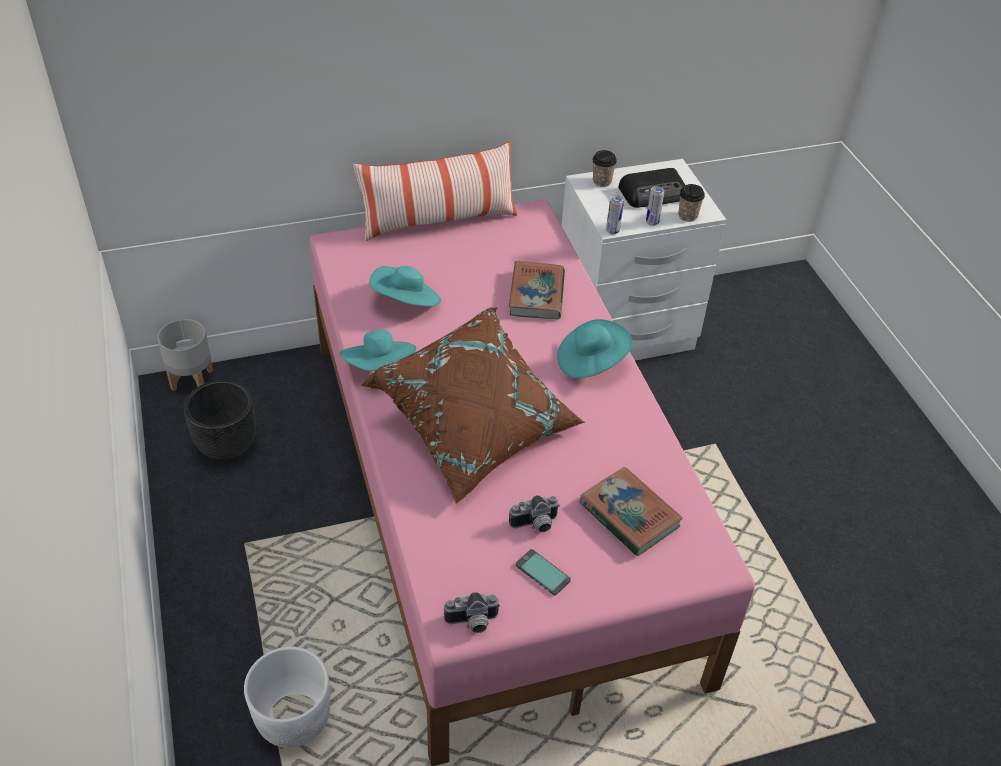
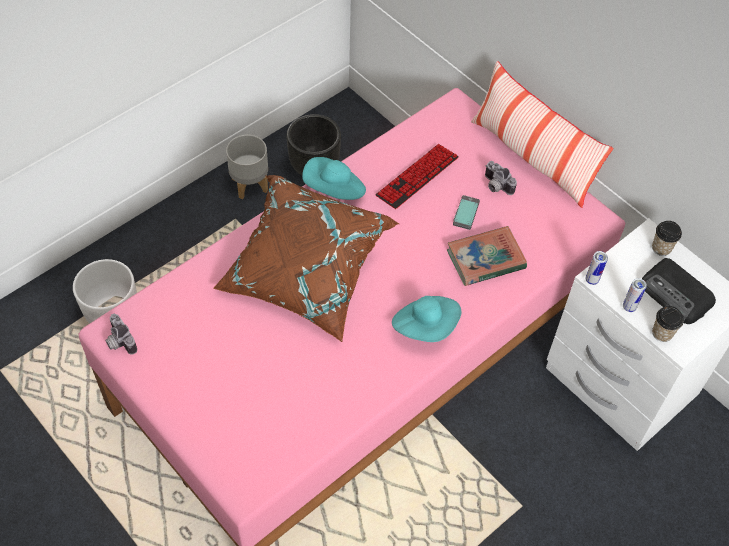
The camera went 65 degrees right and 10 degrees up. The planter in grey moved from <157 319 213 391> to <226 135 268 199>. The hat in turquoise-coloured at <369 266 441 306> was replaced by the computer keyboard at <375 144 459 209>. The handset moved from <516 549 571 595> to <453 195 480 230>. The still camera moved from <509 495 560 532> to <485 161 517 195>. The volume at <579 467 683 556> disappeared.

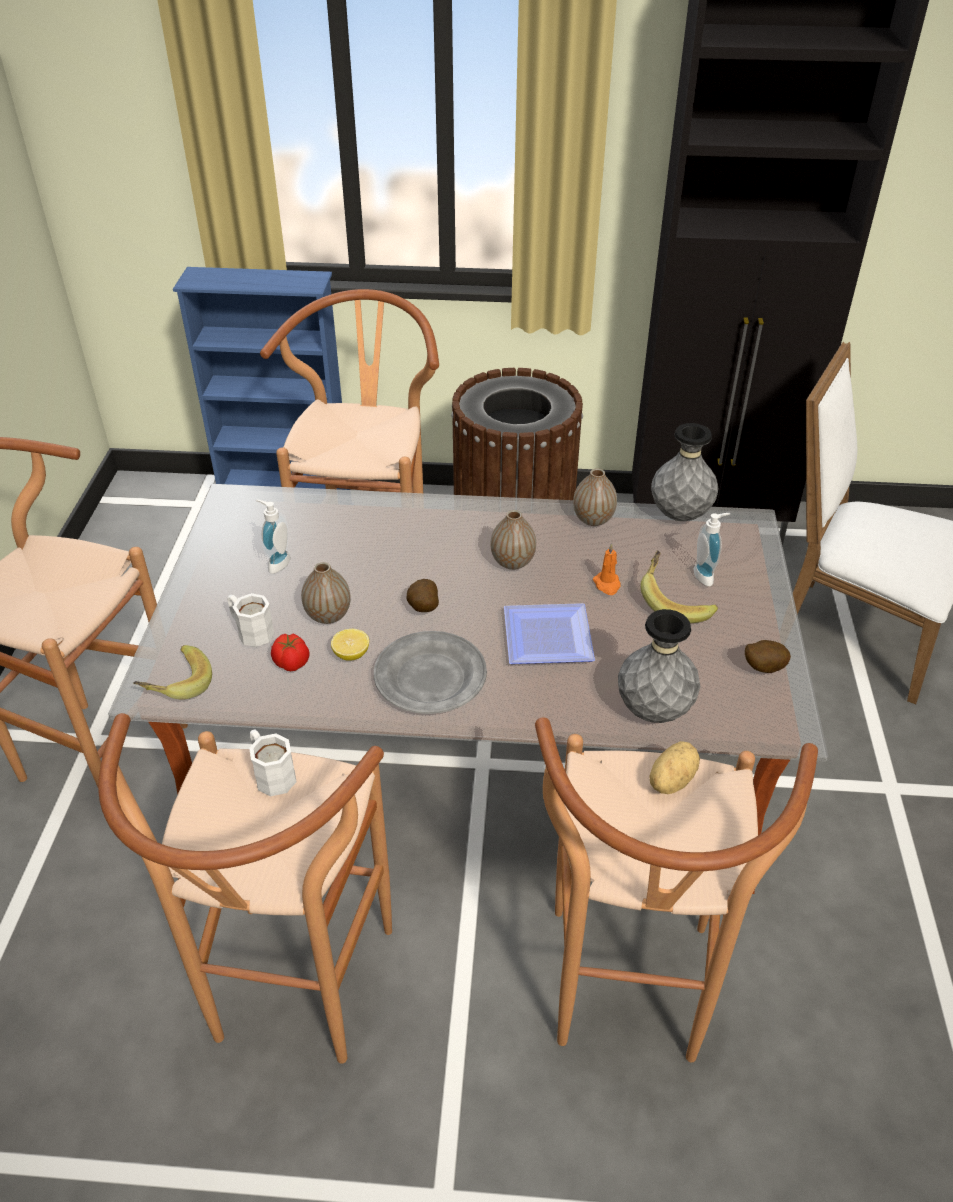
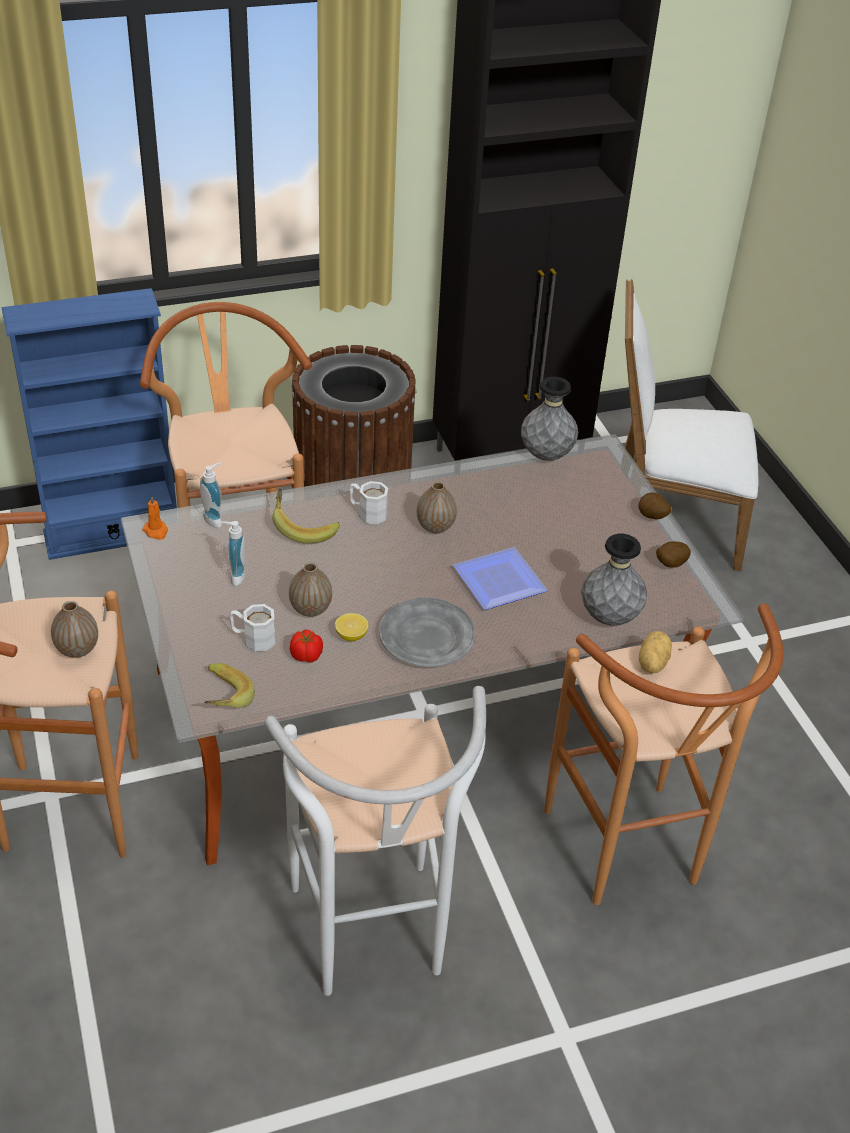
The camera went 25 degrees left and 0 degrees up. The flower vase moved from <573 468 617 526> to <51 601 98 658>. The wax light in orangey moved from <593 543 621 595> to <142 495 168 540>. The soap dispenser moved from <694 513 730 586> to <200 462 222 528>. The sitting stool in brown at <98 713 392 1064> became the sitting stool in whitish at <264 686 486 996>. The whole banana moved from <640 551 718 623> to <272 488 340 544>. The coffee mug in whitish moved from <249 729 297 796> to <350 481 388 524>. The whole potato moved from <407 579 439 612> to <638 493 671 520>.

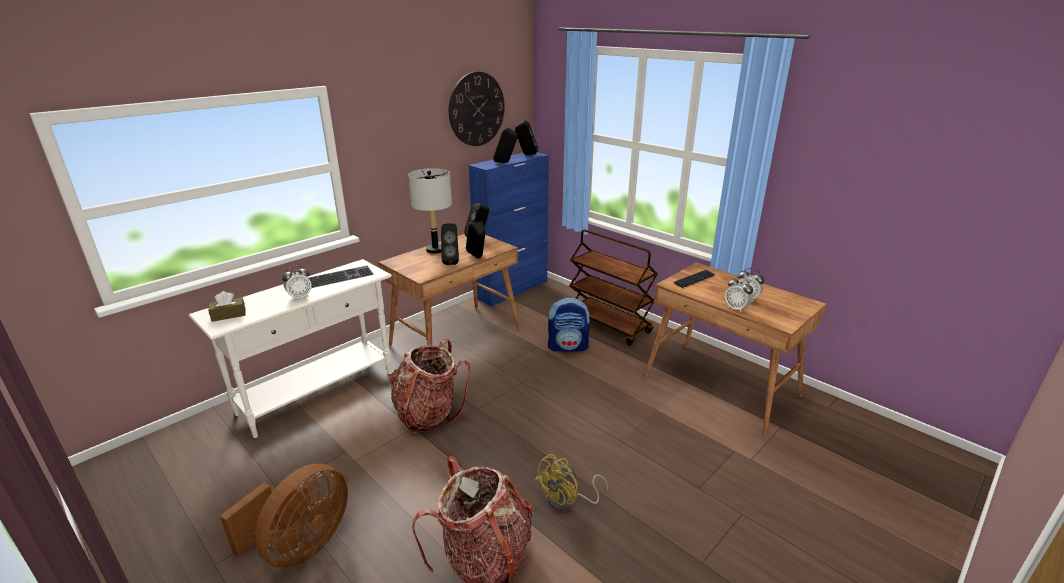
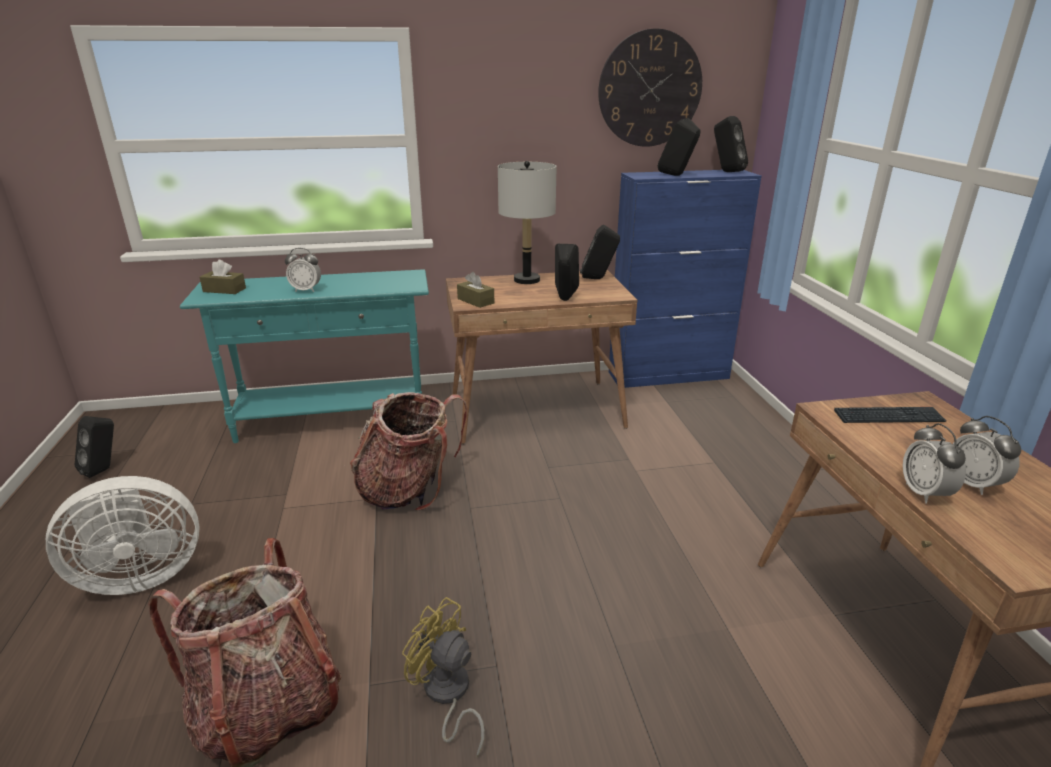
The camera went 35 degrees right and 0 degrees up. The fan in brown at <220 464 348 569> became the fan in whitish at <46 476 200 595>. The speaker in black moved from <441 223 459 265> to <75 416 114 478>. The hall table in whitish at <189 259 392 438> became the hall table in turquoise-coloured at <180 269 429 443>. The fan in yellow-coloured at <535 454 608 511> turned 45 degrees clockwise. The box of tissues in brown at <457 272 494 308> appeared. The computer keyboard at <309 266 374 288> disappeared. The rucksack at <548 297 590 352> disappeared. The wheeled cart in brown at <569 230 658 346> disappeared.

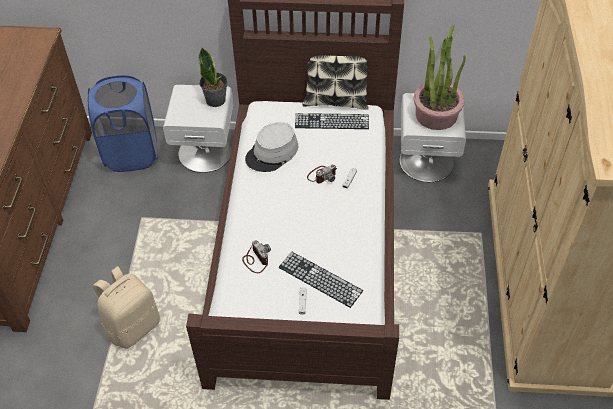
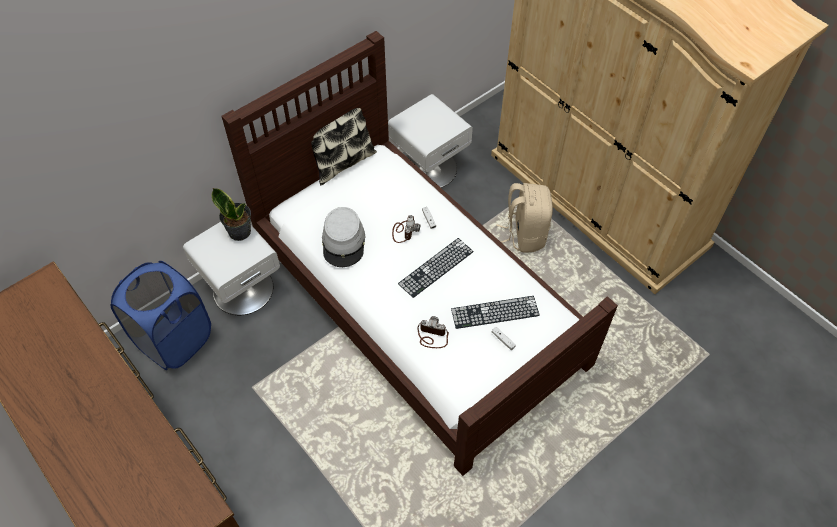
The camera went 45 degrees left and 5 degrees up. The computer keyboard moved from <295 113 369 129> to <398 238 474 298>. The rucksack in beige-coloured moved from <93 266 160 349> to <496 183 553 253>. The potted plant at <414 25 466 130> disappeared.

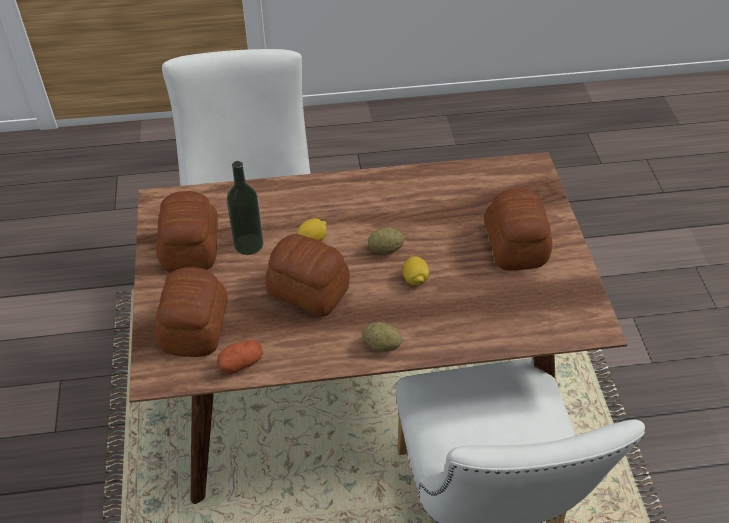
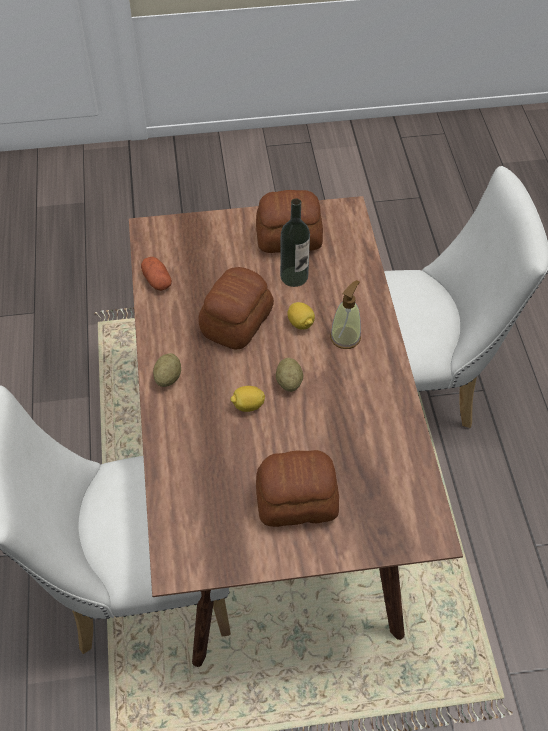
The camera went 90 degrees right and 5 degrees up. The soap dispenser at <330 280 361 349> appeared. The baked bread at <154 267 228 357> disappeared.

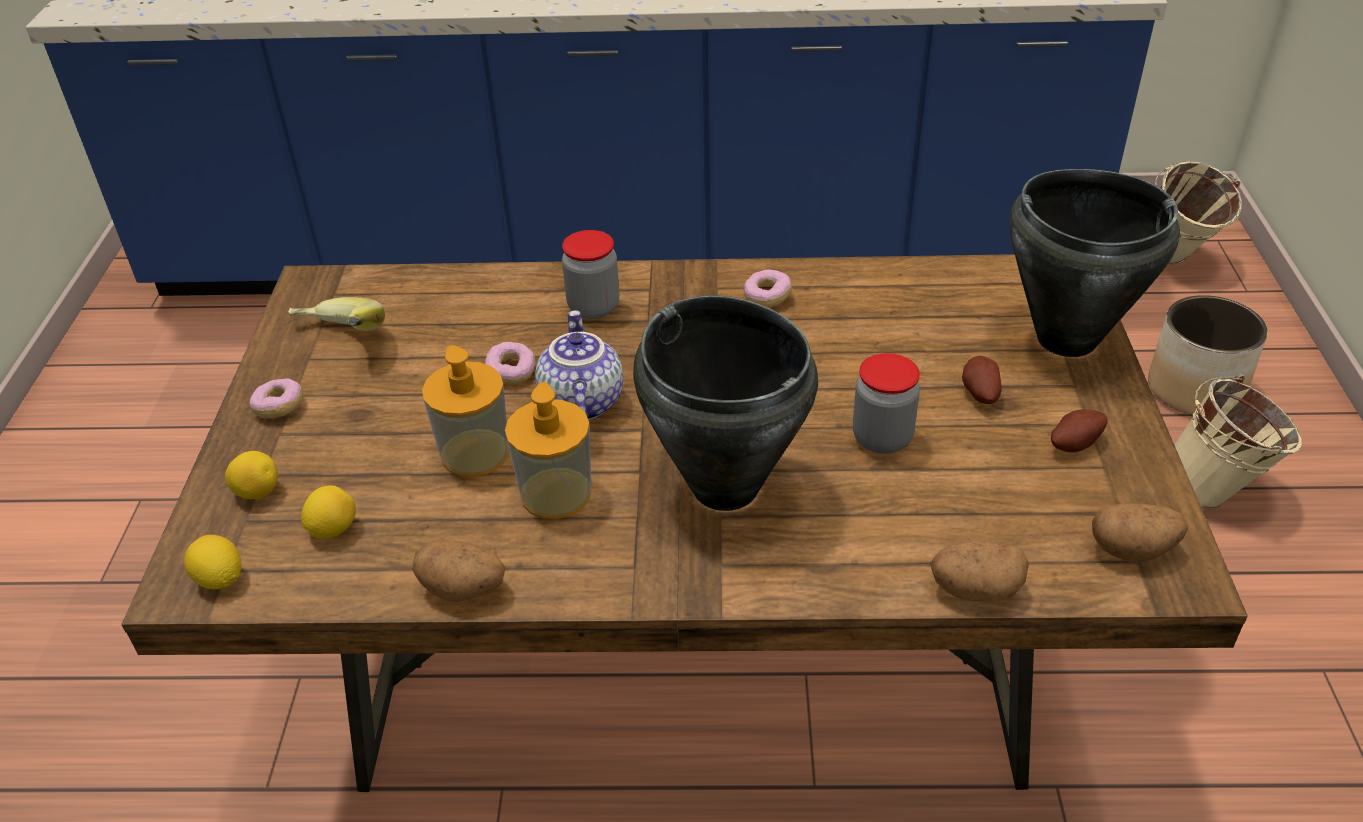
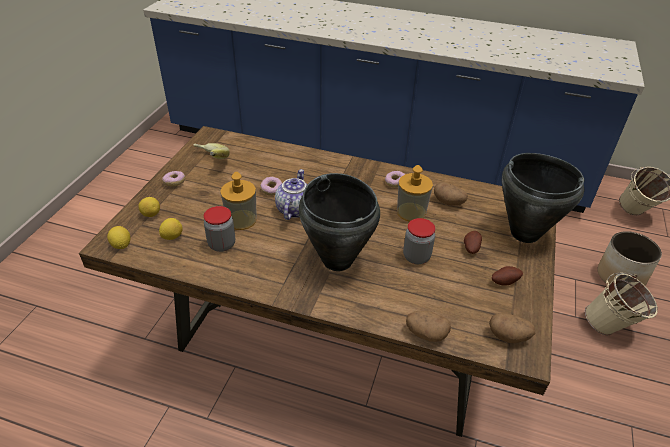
The camera went 15 degrees right and 0 degrees up. The storage jar moved from <562 230 620 319> to <204 206 235 252>. The soap dispenser moved from <505 382 592 519> to <397 165 433 222>. The whole potato moved from <412 540 506 602> to <434 182 468 205>.

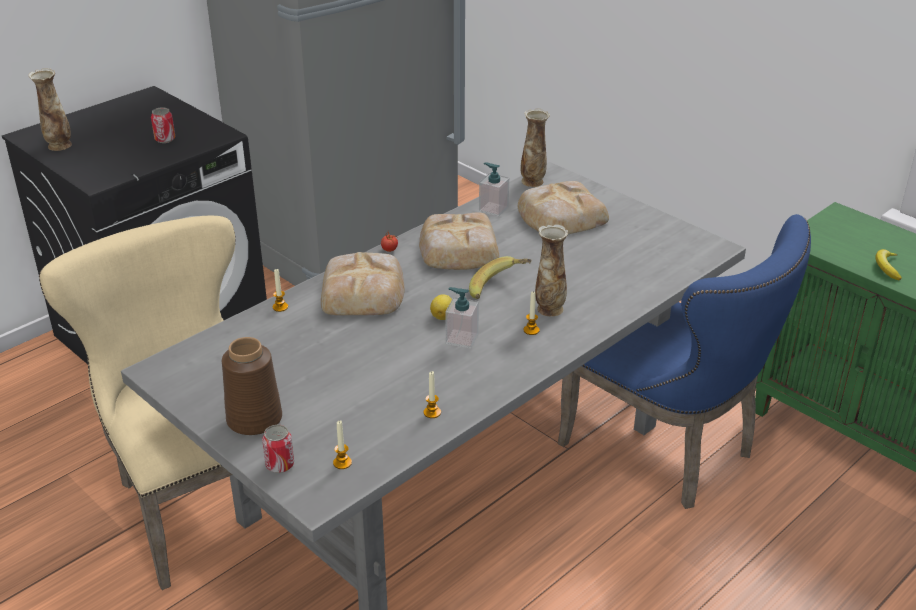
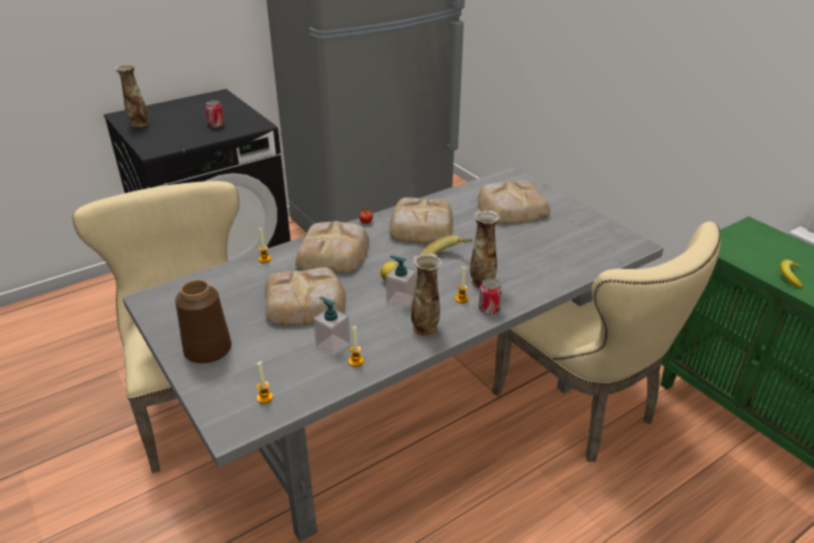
The camera went 10 degrees right and 0 degrees up. The baked bread at <265 267 346 325> appeared. The soap dispenser moved from <479 162 509 217> to <313 297 350 356>. The flower vase moved from <520 108 550 187> to <411 253 442 336>. The sealed can moved from <262 425 294 473> to <479 278 502 315>. The upright chair in blue-coloured at <558 214 811 509> became the upright chair in beige-coloured at <492 221 721 462>.

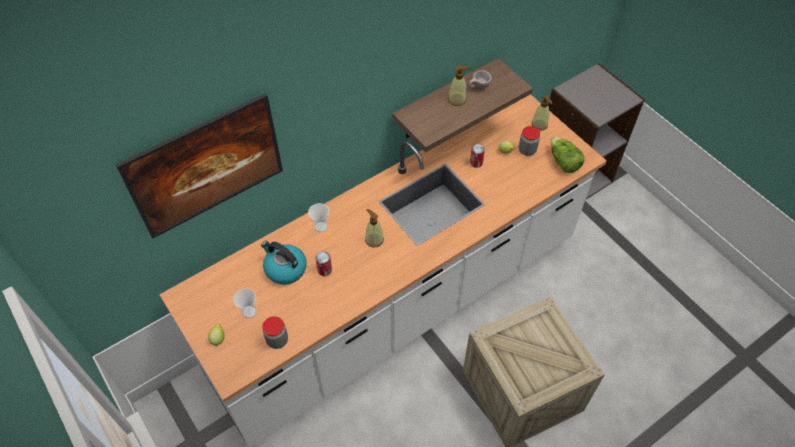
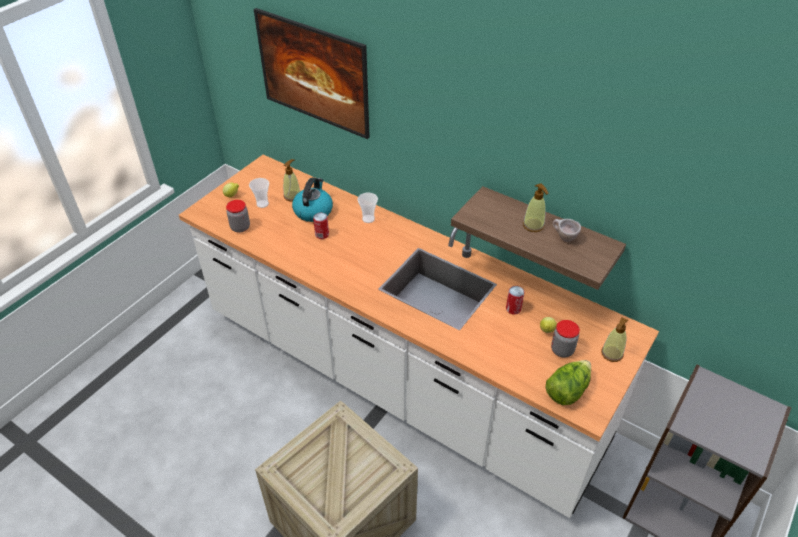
The camera went 70 degrees right and 10 degrees down. The soap dispenser moved from <365 209 384 248> to <283 159 300 201>.

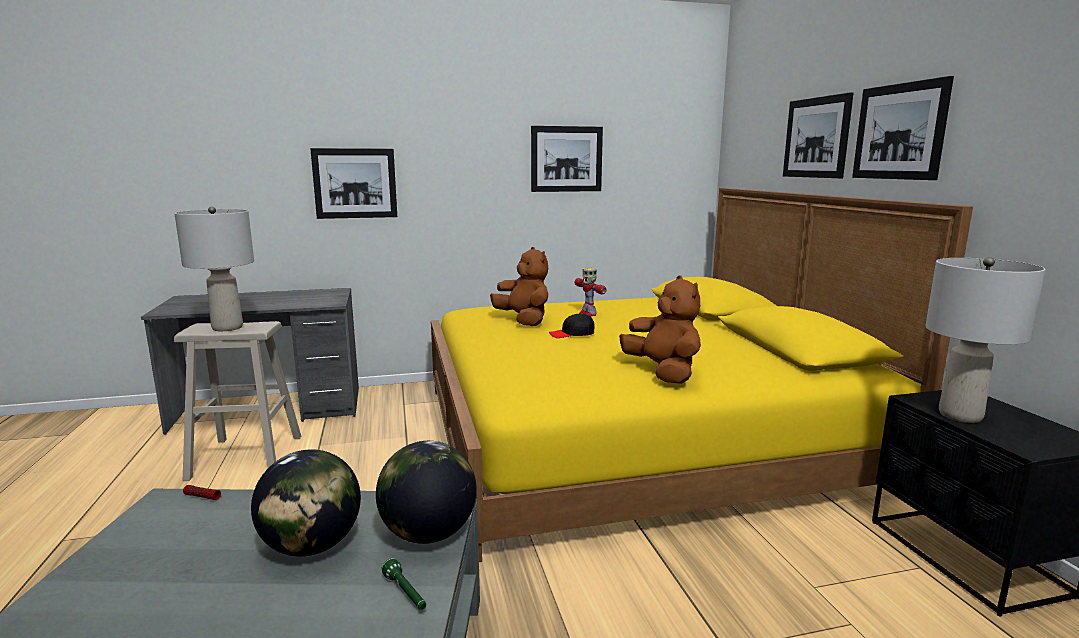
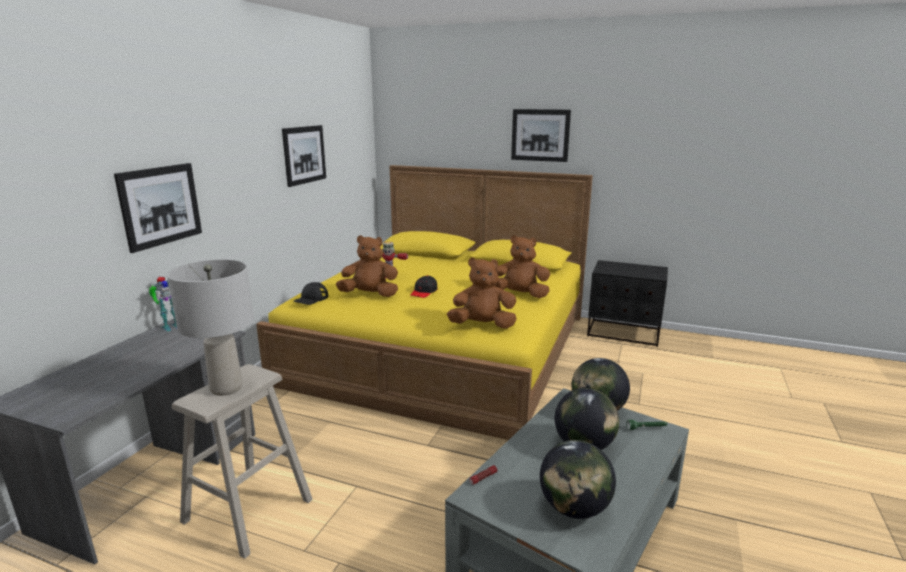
The camera went 55 degrees left and 5 degrees up. The toy robot at <149 277 177 331> appeared. The peaked cap in black at <294 282 328 305> appeared. The cuddly toy in brown at <447 257 517 329> appeared. The globe at <540 440 616 519> appeared. The picture at <783 92 853 178> disappeared. The table lamp in grey at <925 257 1046 423> disappeared.

